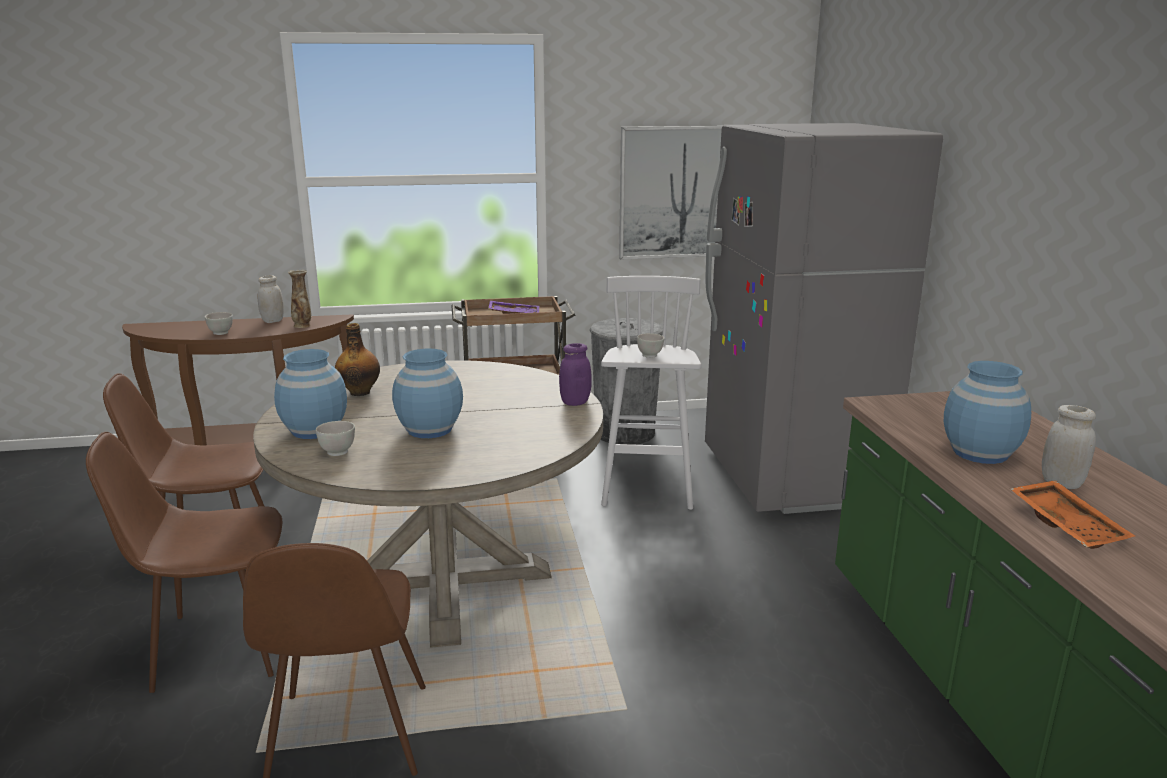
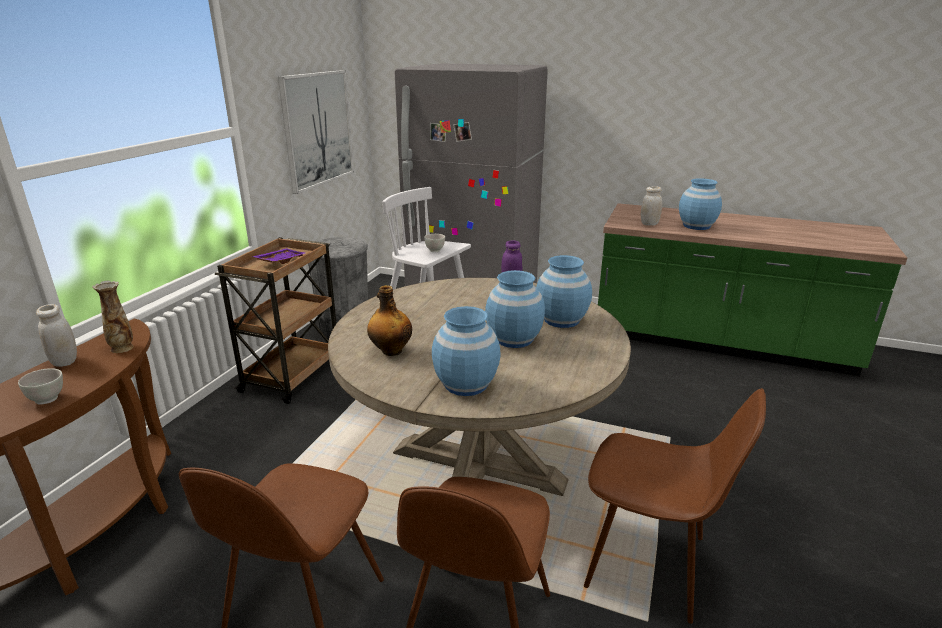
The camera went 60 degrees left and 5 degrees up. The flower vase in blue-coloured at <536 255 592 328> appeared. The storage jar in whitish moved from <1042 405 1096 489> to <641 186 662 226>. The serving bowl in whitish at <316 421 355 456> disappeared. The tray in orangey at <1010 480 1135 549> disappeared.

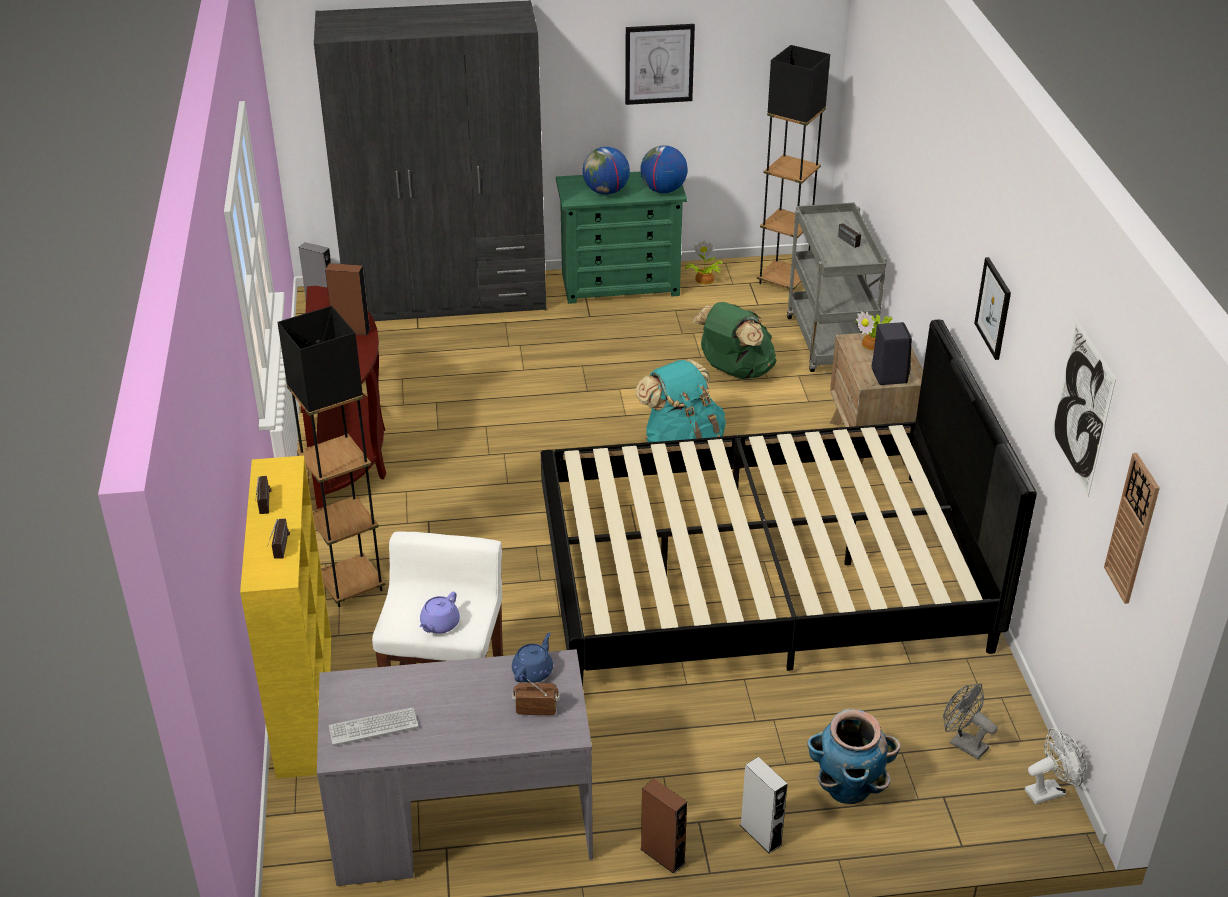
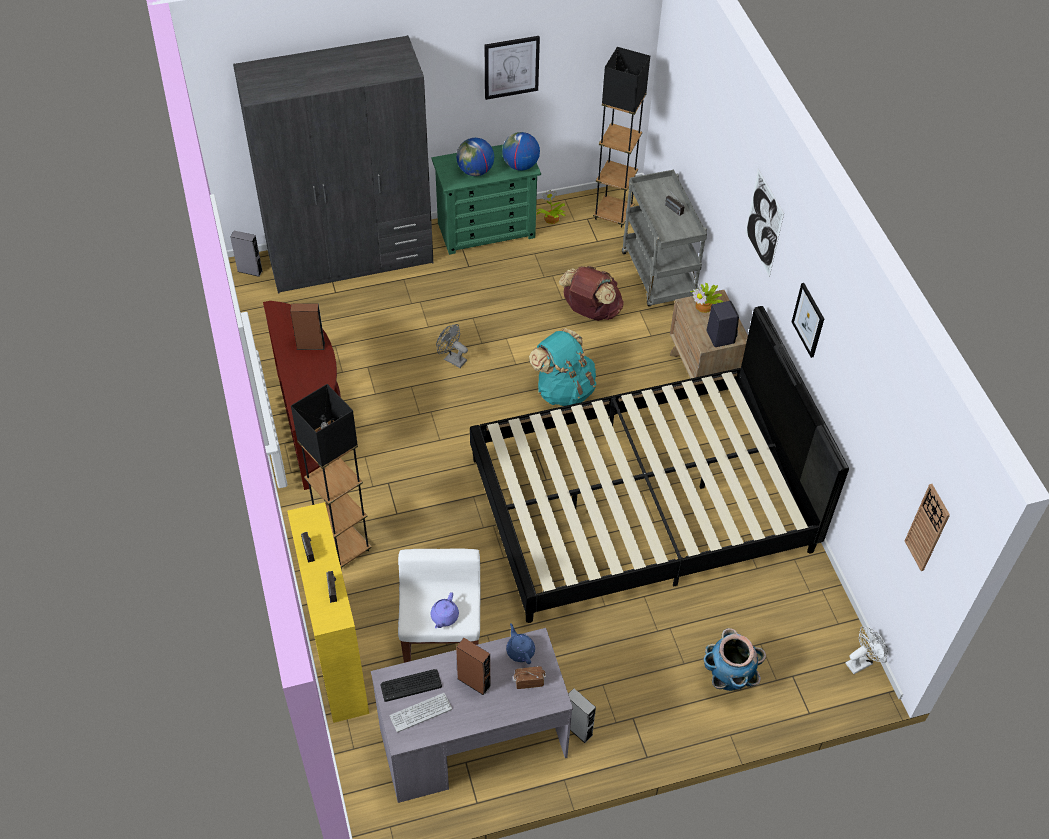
The camera went 10 degrees left and 15 degrees up. The computer keyboard at <381 669 442 702> appeared. The fan in grey moved from <943 684 998 760> to <436 324 468 368>. The speaker in brown moved from <640 778 687 874> to <456 638 491 696>. The teapot in blue-coloured at <512 632 553 683> turned 45 degrees counterclockwise. The rucksack in green at <693 302 777 379> became the rucksack in brown at <559 266 624 321>. The speaker in grey moved from <740 757 788 854> to <568 688 596 743>. The picture moved from <1051 318 1116 497> to <745 169 784 277>.

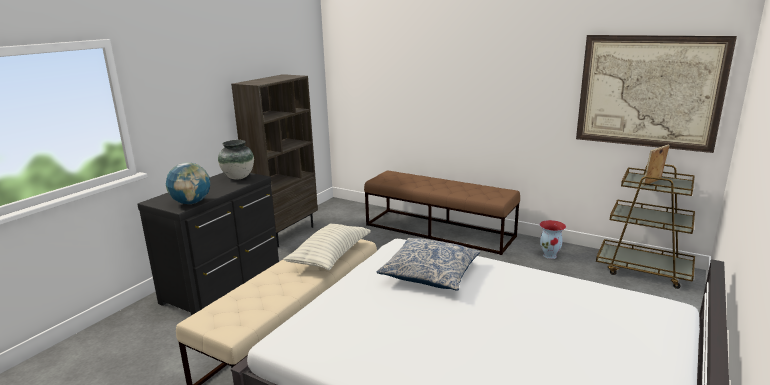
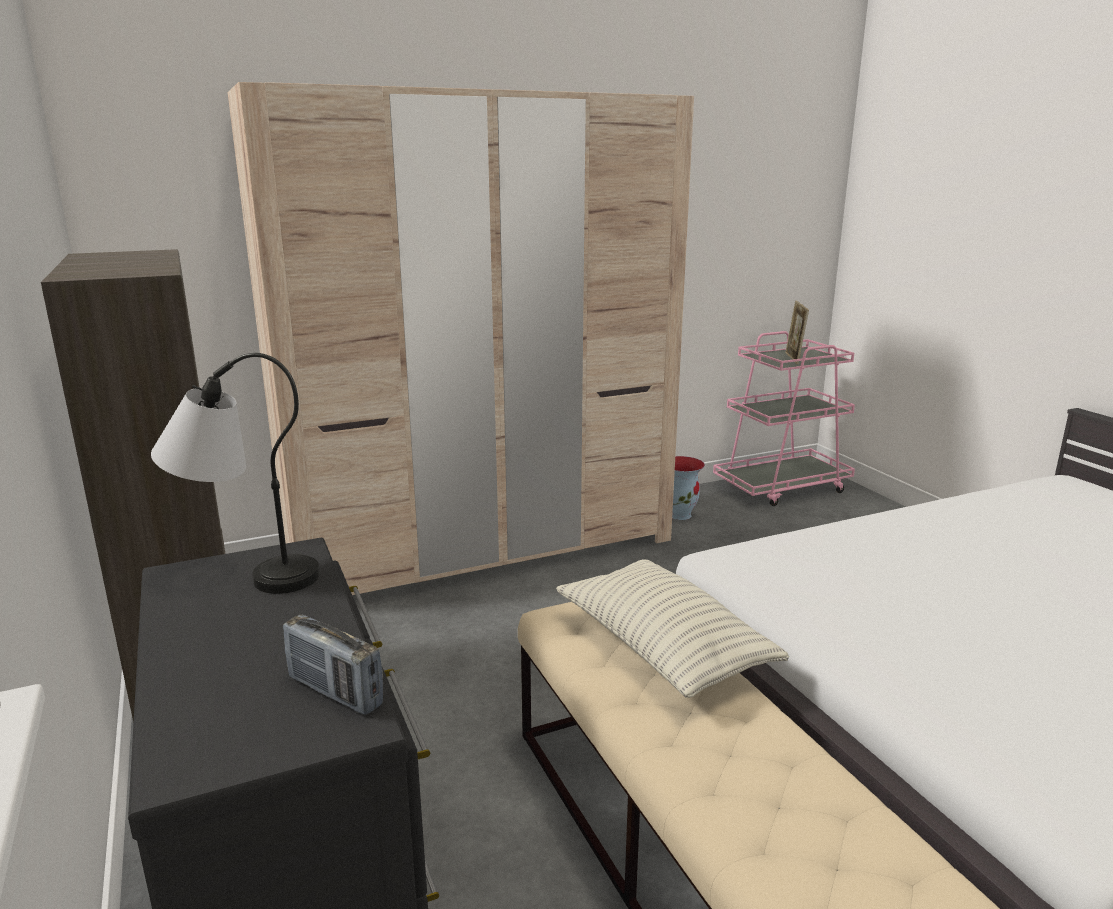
The camera went 55 degrees left and 0 degrees up. The flower vase at <218 140 254 180> was replaced by the table lamp at <151 353 320 594>. The bench in brown at <364 170 520 255> was replaced by the clothes cupboard in beige-coloured at <228 82 694 595>. The globe at <166 162 210 204> was replaced by the radio set at <283 614 383 715>. The wheeled cart in brown at <596 164 695 289> became the wheeled cart in pink at <713 331 855 506>. The pillow at <377 238 480 291> disappeared. The picture at <576 35 737 153> disappeared.

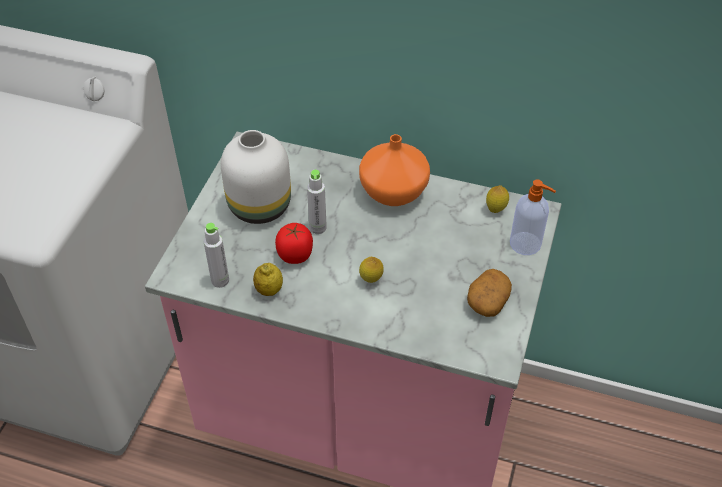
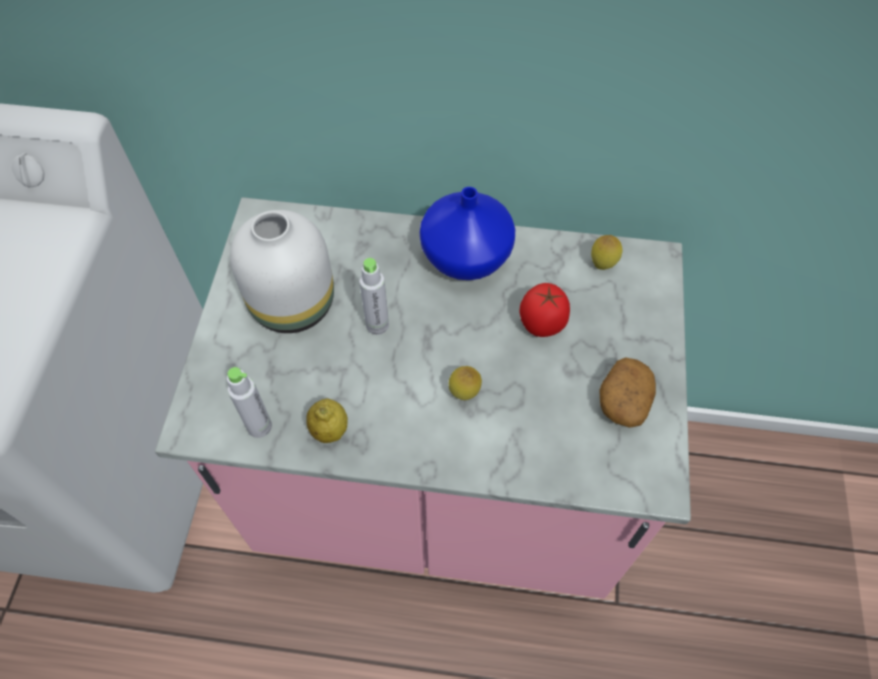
The camera went 10 degrees left and 10 degrees up. The flower vase in orangey at <359 134 430 206> became the flower vase in blue-coloured at <420 187 516 280>. The whole tomato moved from <275 223 313 264> to <519 283 570 337>. The soap dispenser at <510 179 556 255> disappeared.

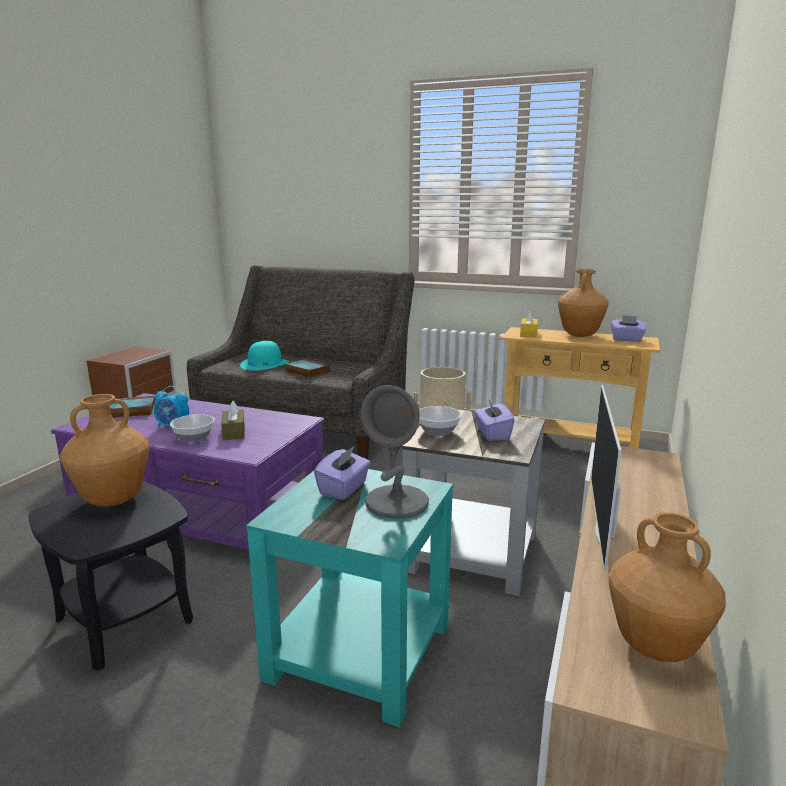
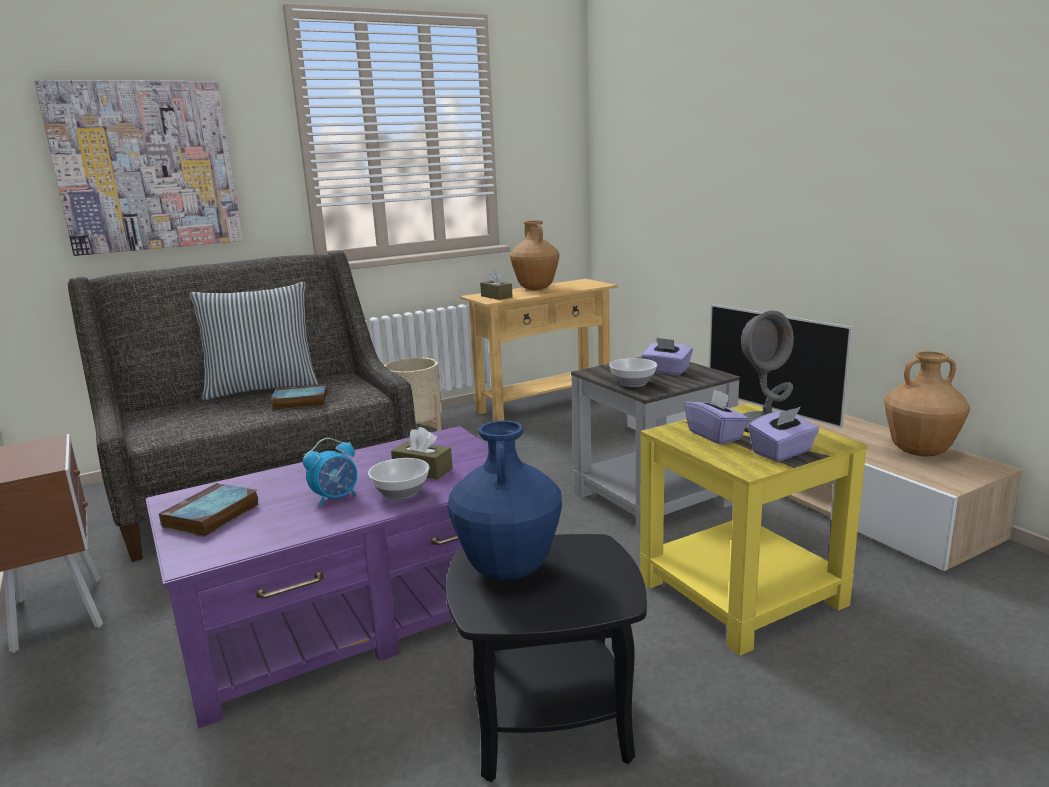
The camera went 50 degrees left and 0 degrees up. The picture at <34 80 243 256> appeared. The pillow at <190 282 319 400> appeared. The flower vase in brown at <60 394 149 507> became the flower vase in blue-coloured at <447 420 562 580>. The box of tissues in yellow-coloured at <520 309 538 337> became the box of tissues in brown at <480 270 513 300>. The end table in turquoise-coloured at <246 469 453 727> became the end table in yellow-coloured at <640 403 867 656>. The box of tissues in purple-coloured moved from <612 315 646 342> to <748 407 819 462>. The hat in turquoise-coloured at <240 341 289 371> disappeared.

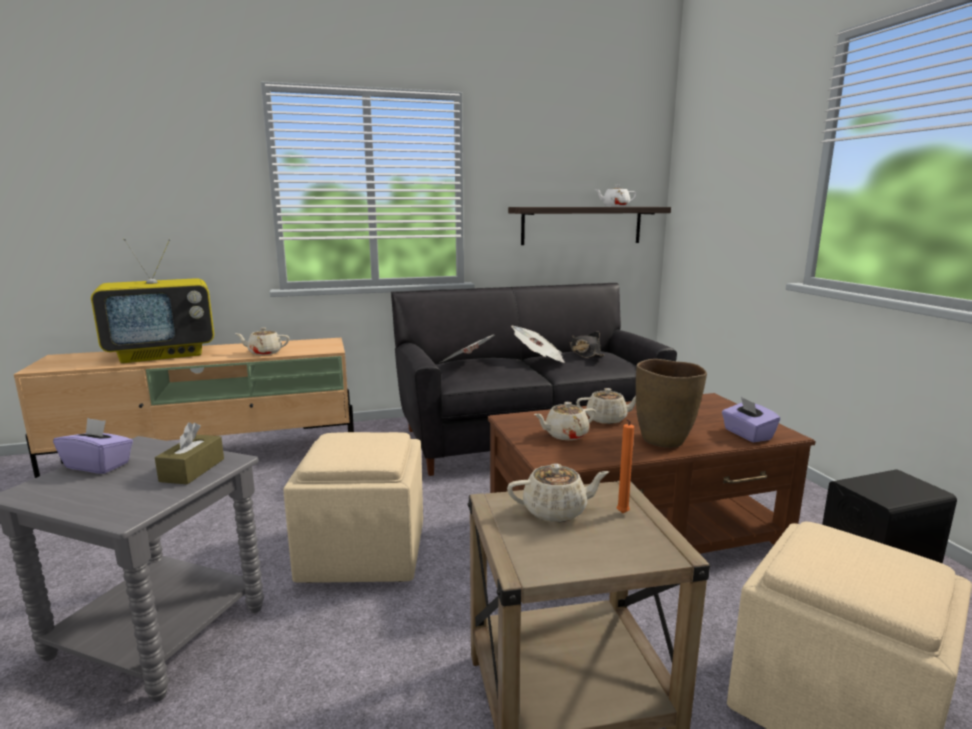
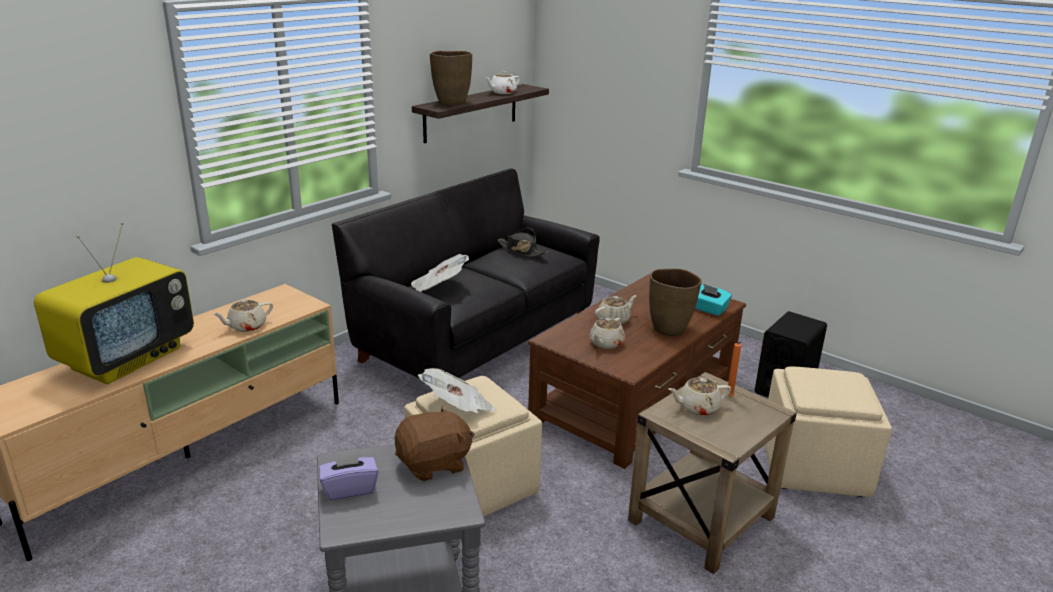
The camera went 35 degrees left and 10 degrees up. The box of tissues in brown at <155 422 224 485> was replaced by the cuddly toy in brown at <395 406 474 481>. The daily paper moved from <511 326 565 363> to <418 368 497 413>. The flower vase in brown at <430 51 472 105> appeared. The teapot in beige-coloured at <507 463 609 522> turned 150 degrees counterclockwise. The box of tissues in purple-coloured at <722 397 780 443> became the box of tissues in turquoise-coloured at <695 284 732 316>.

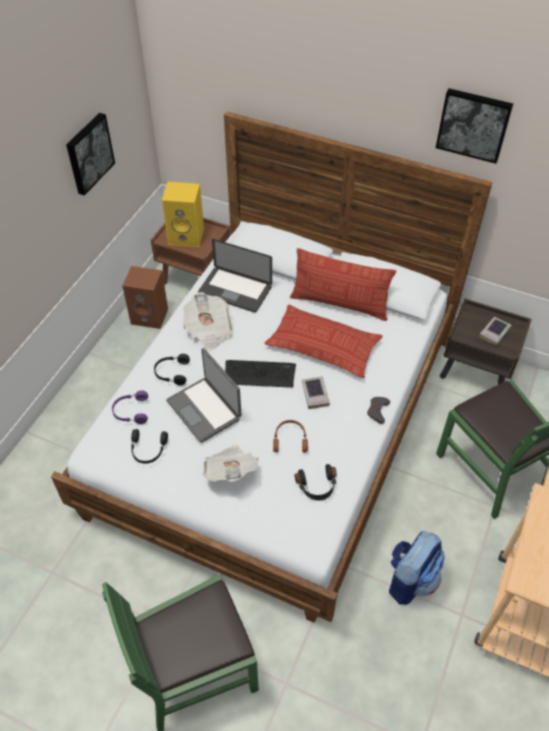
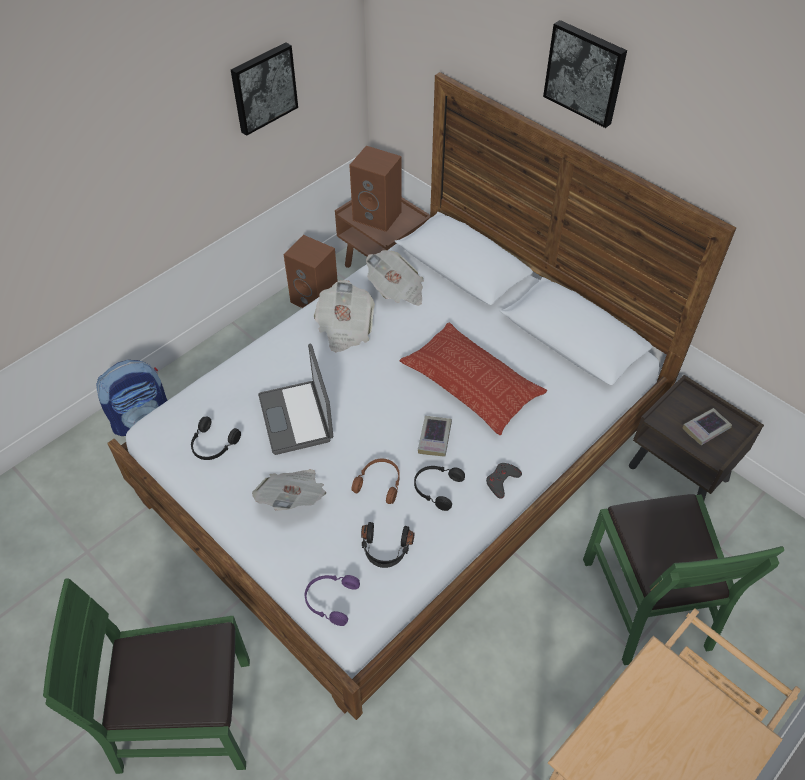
The camera went 20 degrees right and 0 degrees up. The rucksack moved from <389 531 445 605> to <96 360 168 436>. The headset in purple-coloured moved from <112 390 148 424> to <305 575 360 626>. The speaker in yellow-coloured at <162 182 204 247> became the speaker in brown at <349 146 402 232>. The portable computer at <198 239 272 312> was replaced by the daily paper at <366 250 424 306>. The headset in black moved from <154 354 190 386> to <414 466 465 511>. The picture moved from <436 88 513 164> to <543 20 627 128>. The computer keyboard at <225 360 296 388> disappeared. The pillow at <290 248 396 321> disappeared.

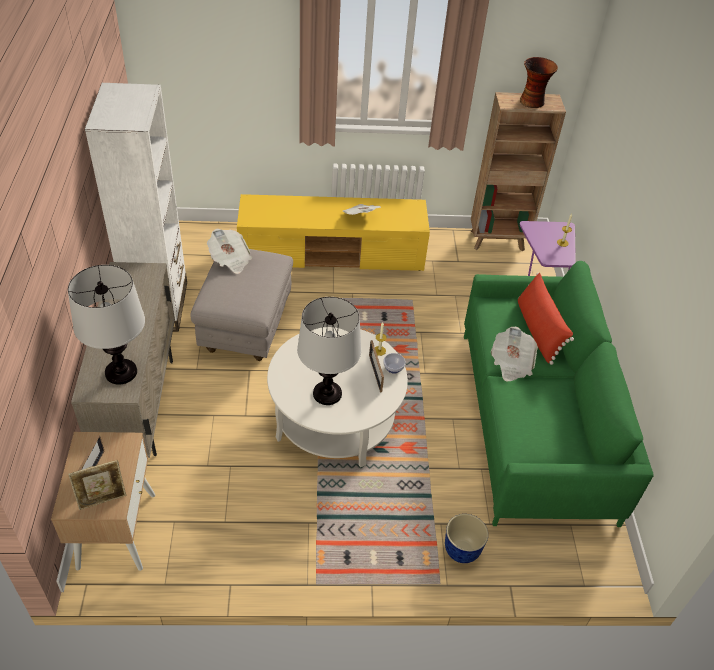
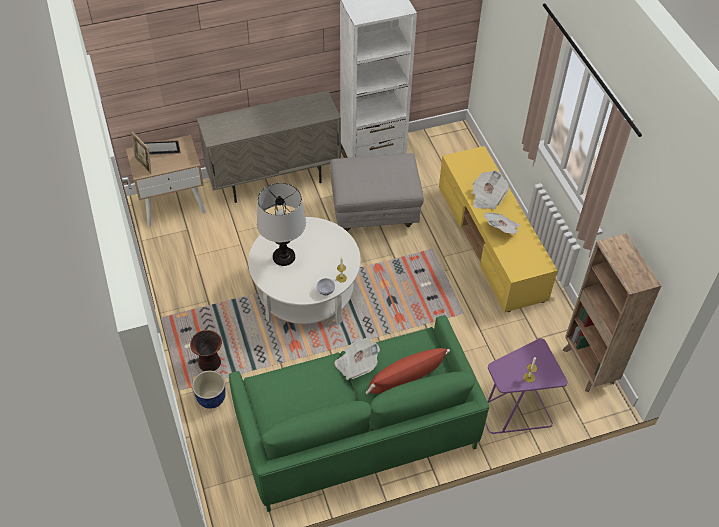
The camera went 75 degrees right and 5 degrees up. The flower vase moved from <520 57 558 108> to <190 330 222 371>. The daily paper moved from <207 228 252 274> to <472 170 509 209>. The table lamp at <68 265 145 385> disappeared. The standing frame at <369 340 384 392> disappeared.

